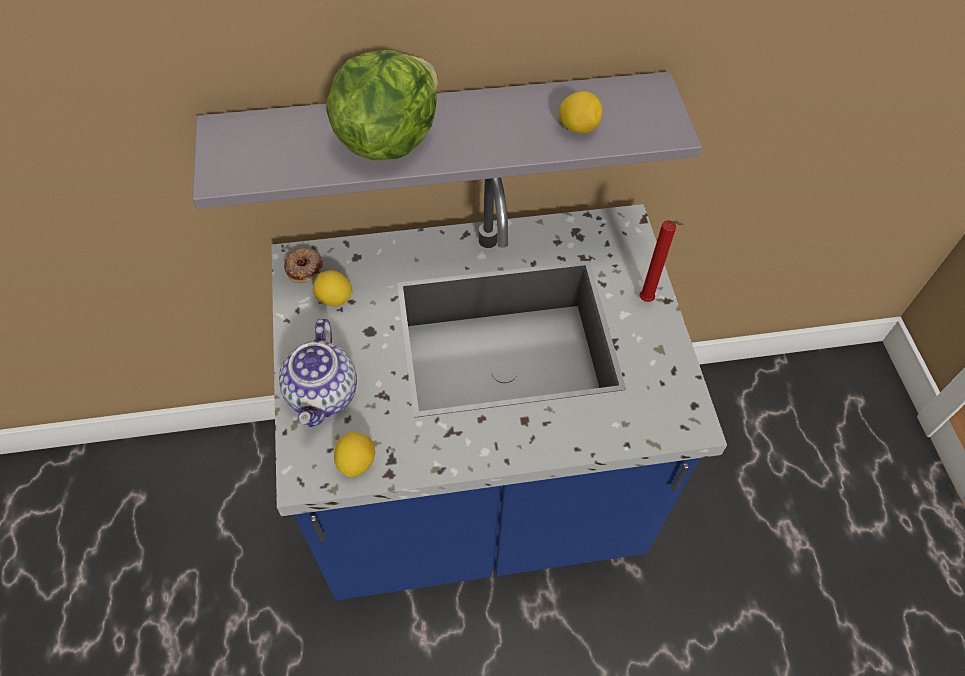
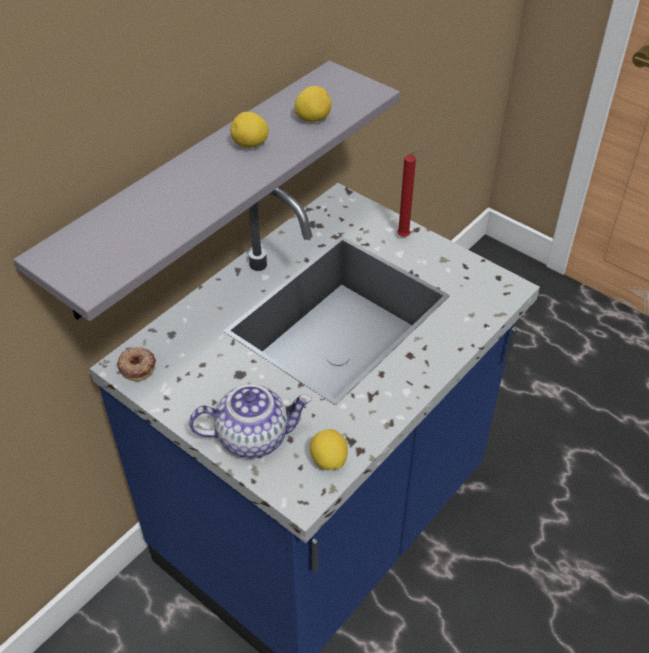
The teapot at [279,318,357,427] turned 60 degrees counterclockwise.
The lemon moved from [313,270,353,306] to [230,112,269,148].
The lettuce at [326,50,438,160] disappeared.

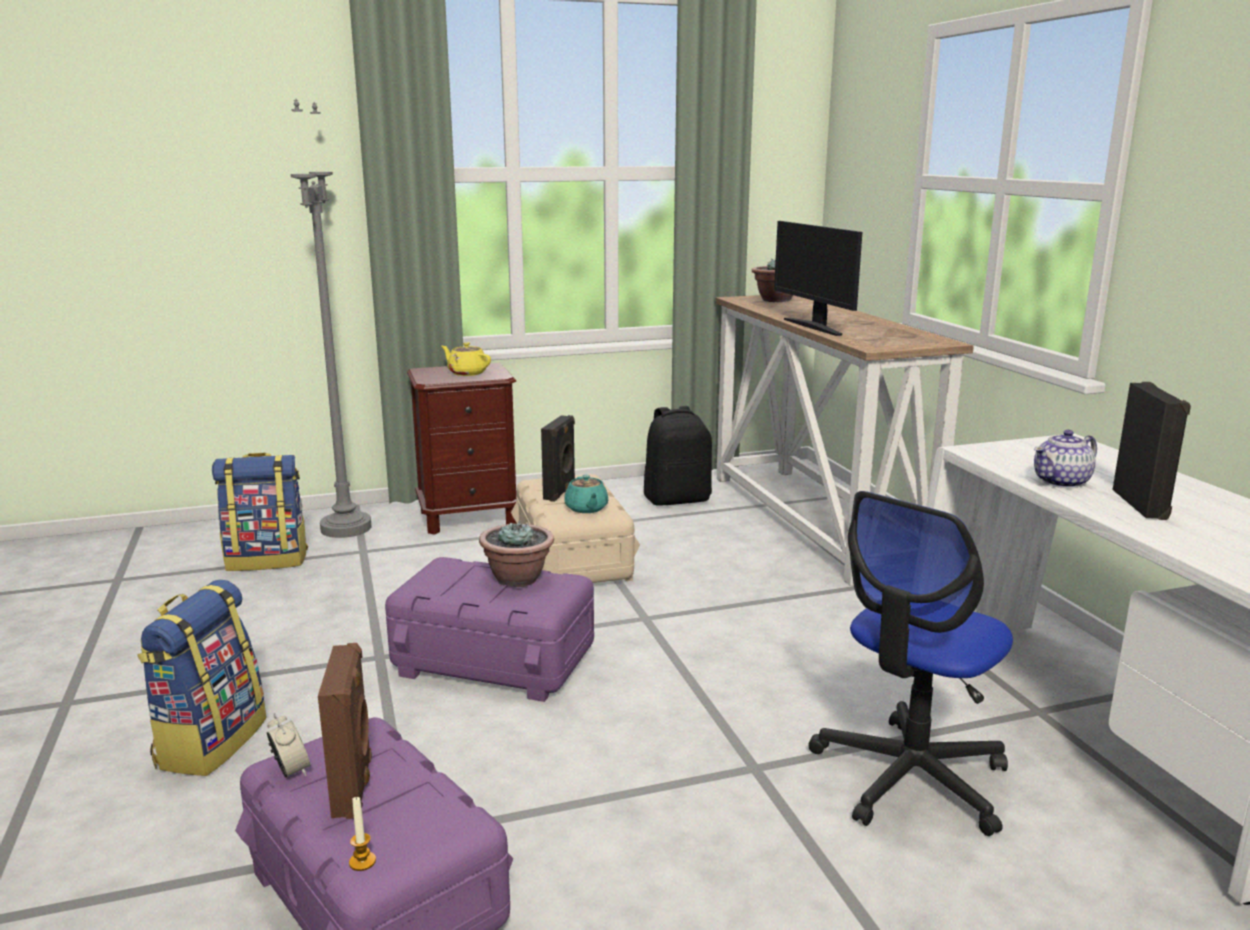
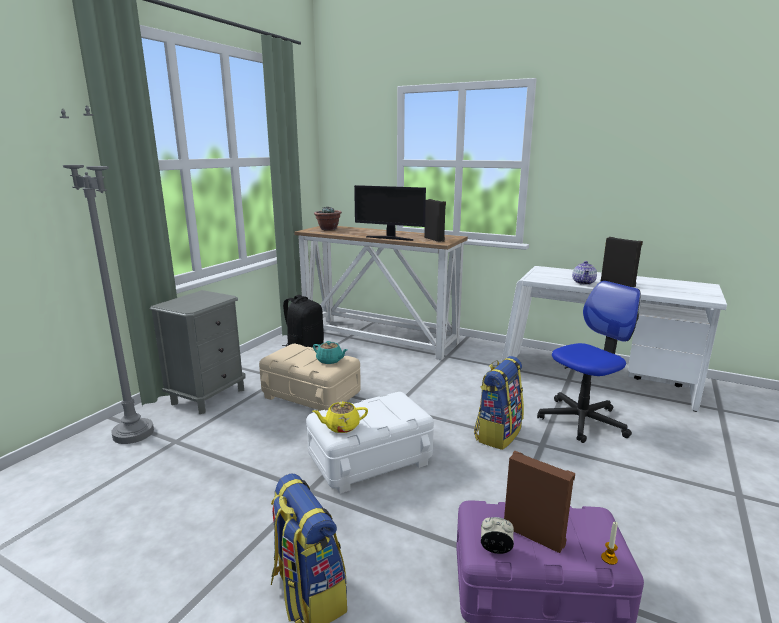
The backpack moved from [212,453,308,571] to [474,356,524,450].
The purple storage box at [385,557,594,702] became the white storage box at [306,392,434,494].
The brown nightstand at [407,363,517,535] became the grey nightstand at [150,290,246,414].
The yellow teapot moved from [441,342,491,376] to [312,402,368,433].
The potted plant at [479,520,554,587] disappeared.
The black speaker moved from [541,415,576,502] to [424,199,446,242].
The office chair at [808,491,1013,836] turned 120 degrees counterclockwise.

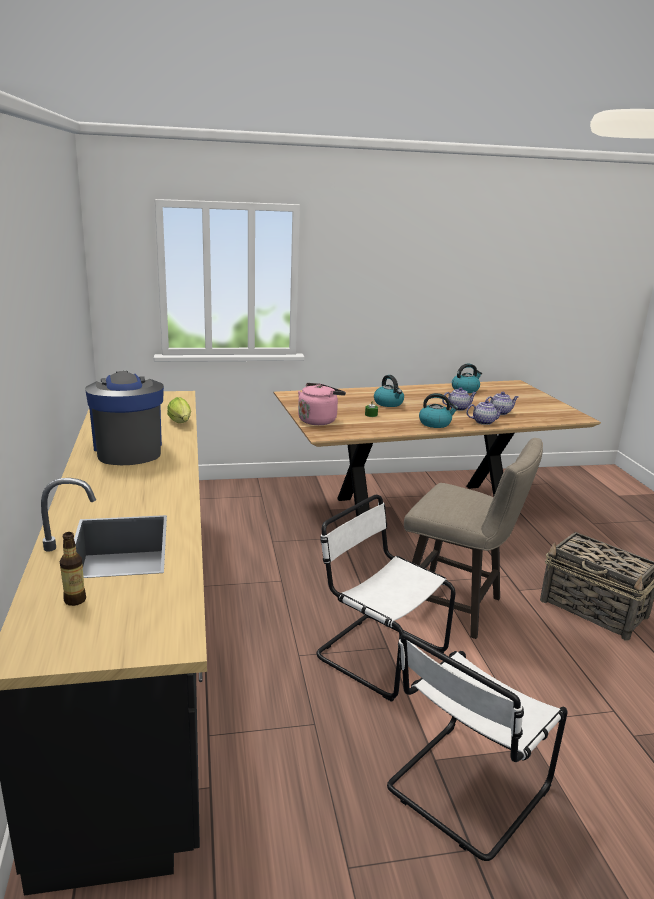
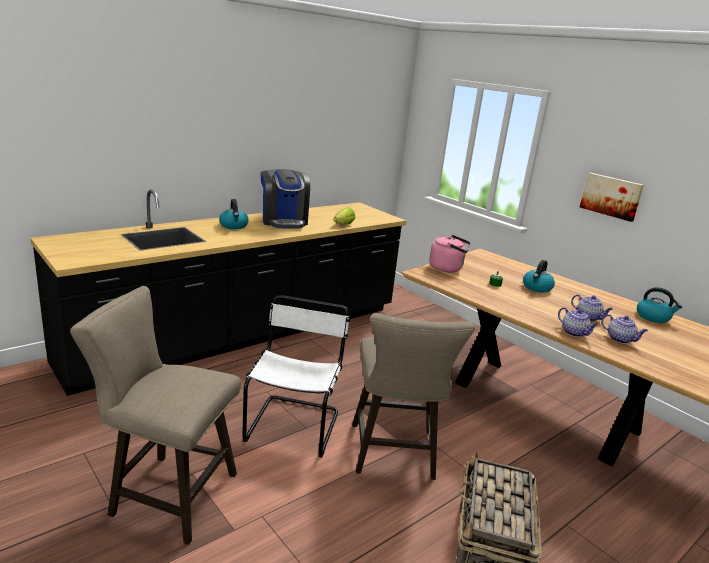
The bottle at [60,532,86,606] disappeared.
The coffee machine at [85,371,164,465] turned 120 degrees clockwise.
The white chair at [387,633,567,861] was replaced by the beige stool at [70,286,241,545].
The kettle moved from [419,393,458,428] to [219,199,249,229].
The picture at [580,173,644,222] appeared.

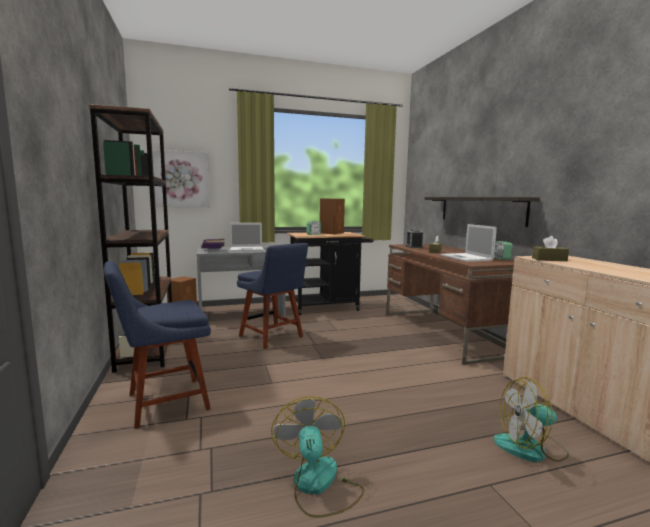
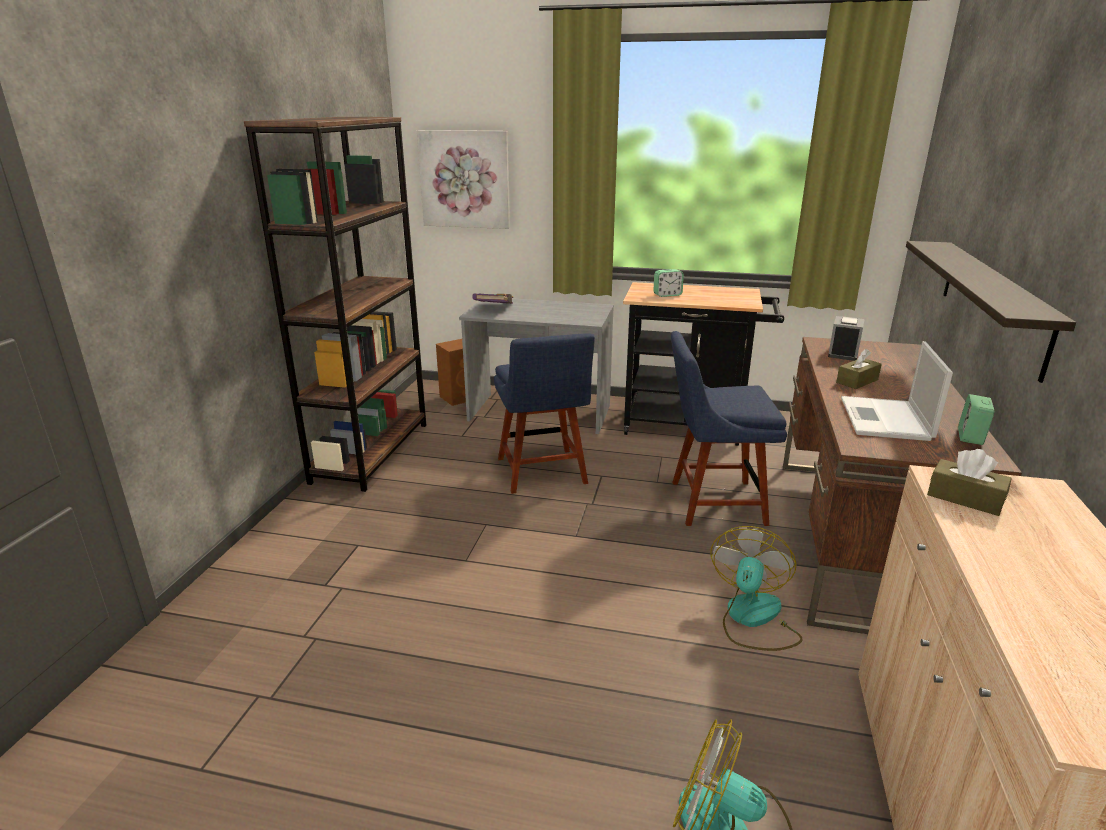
The blue chair moved from [104,261,211,429] to [671,331,787,526].
The laptop at [230,223,264,252] disappeared.
The fan moved from [271,396,364,518] to [711,526,803,651].
The brown speaker at [320,198,345,234] disappeared.

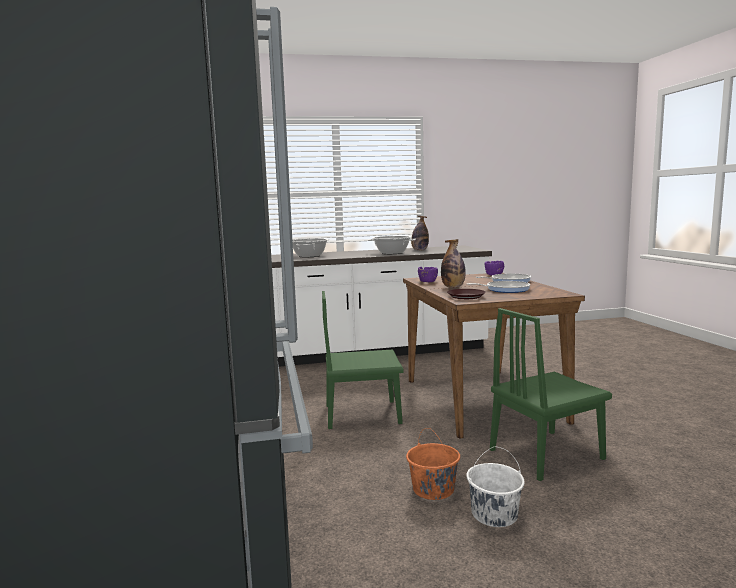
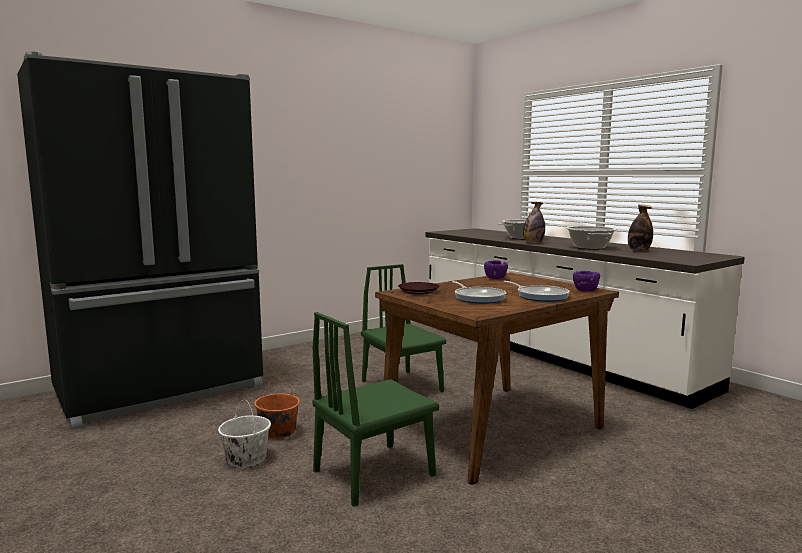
The bottle moved from [441,239,466,287] to [523,202,545,243].
The green chair at [490,308,612,481] turned 75 degrees counterclockwise.

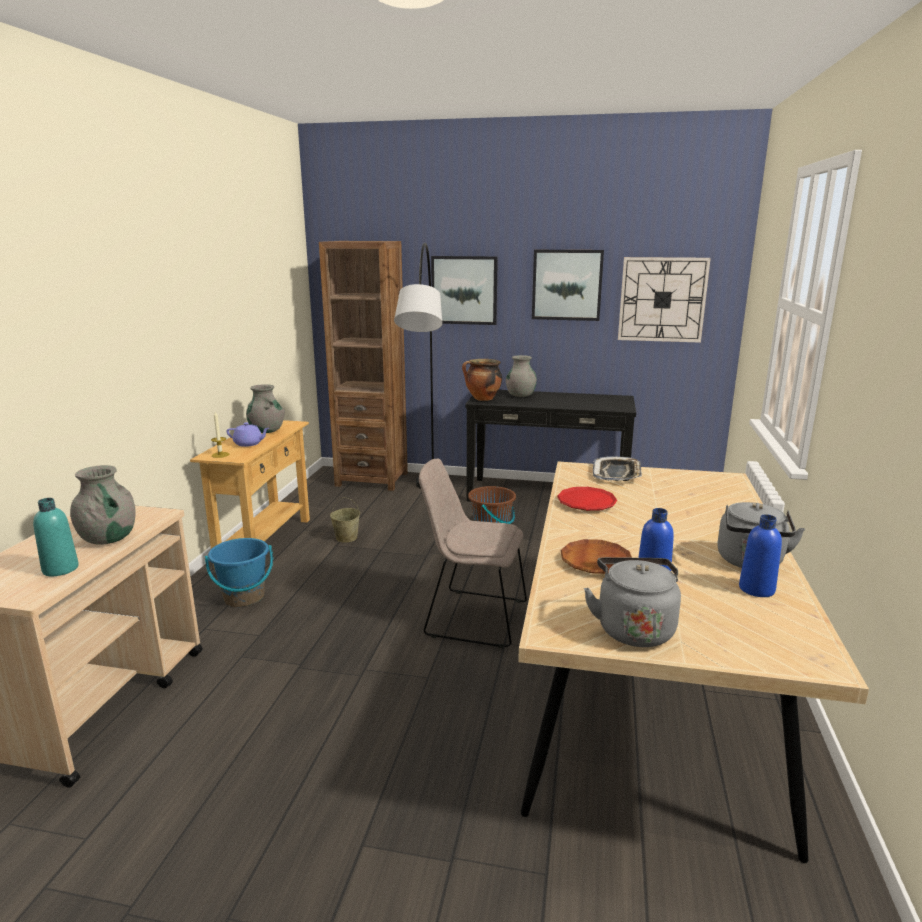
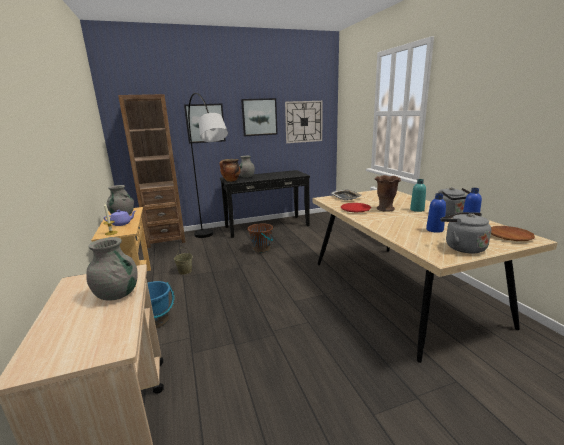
The turquoise bottle moved from [33,498,79,576] to [410,179,426,212].
The beige chair at [419,459,527,648] disappeared.
The brown plate moved from [561,539,632,574] to [491,226,535,241].
The brown vase at [375,175,401,212] appeared.

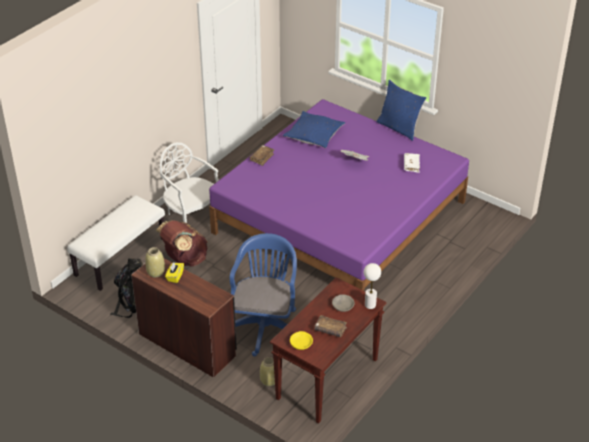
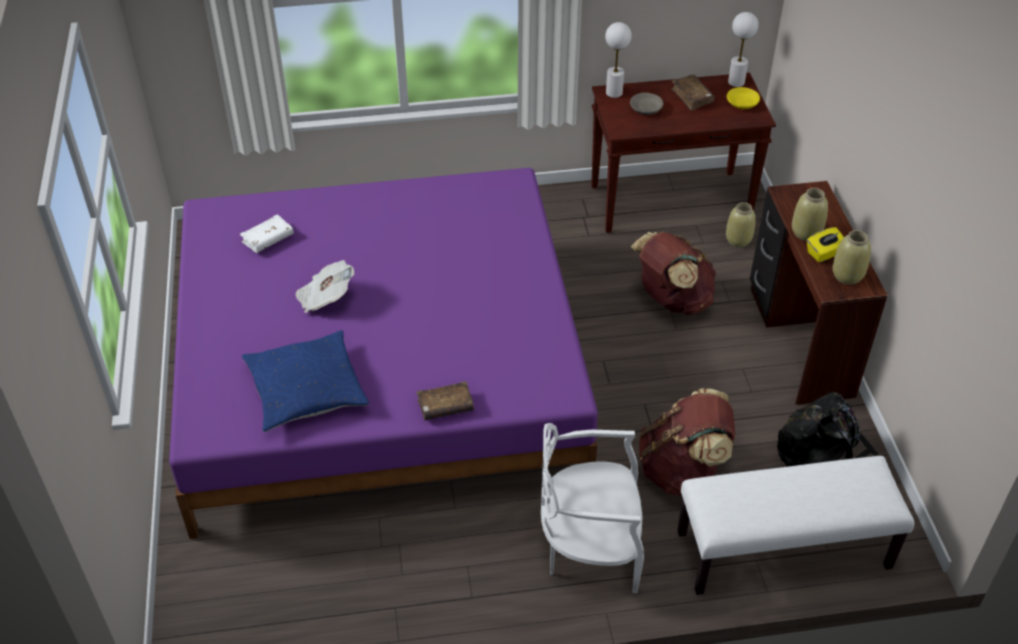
The white chair at [160,142,219,223] turned 90 degrees clockwise.
The blue office chair at [230,233,297,357] was replaced by the brown backpack at [631,232,717,315].
The blue pillow at [376,80,426,141] disappeared.
The white table lamp at [728,12,759,87] appeared.
The beige vase at [792,188,828,241] appeared.

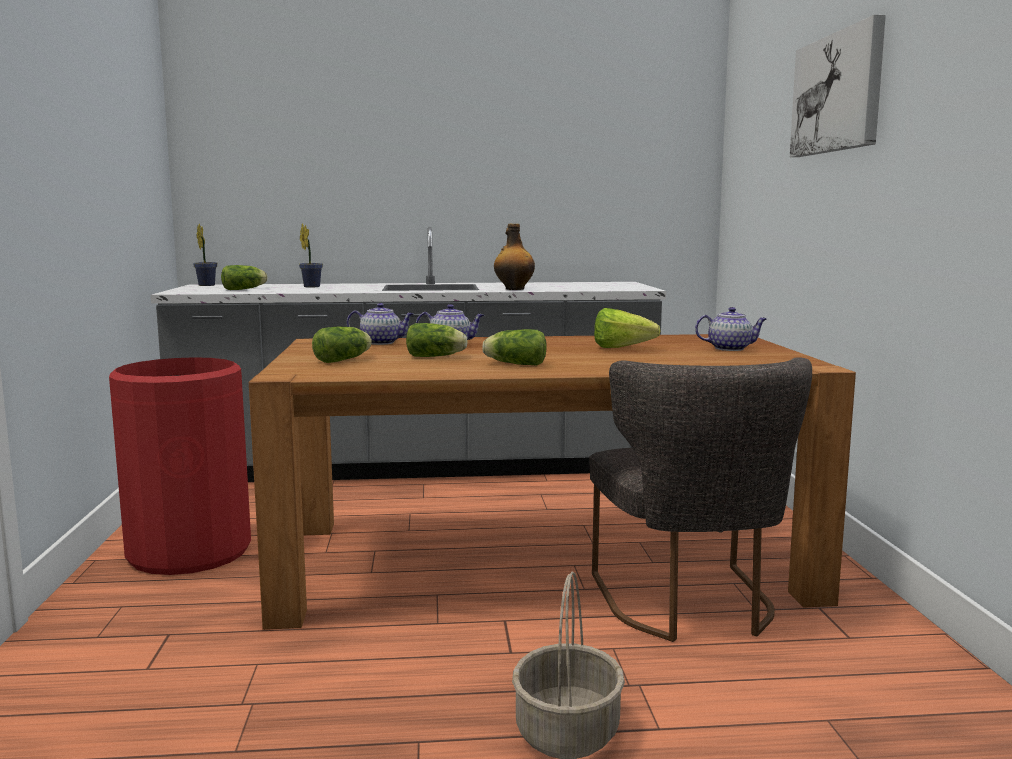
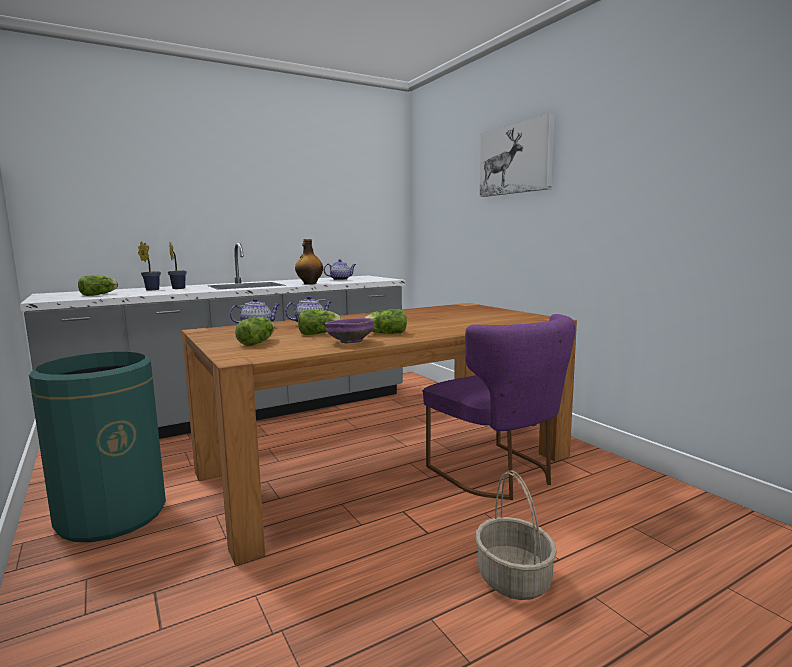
The red trash can at [109,357,251,575] became the green trash can at [29,352,166,542].
The potted plant moved from [193,223,217,286] to [168,242,187,289].
The grey chair at [589,357,812,642] became the purple chair at [423,314,576,500].
The lettuce at [594,308,660,348] disappeared.
The teapot moved from [695,307,767,351] to [324,259,356,280].
The purple bowl at [325,318,374,343] appeared.

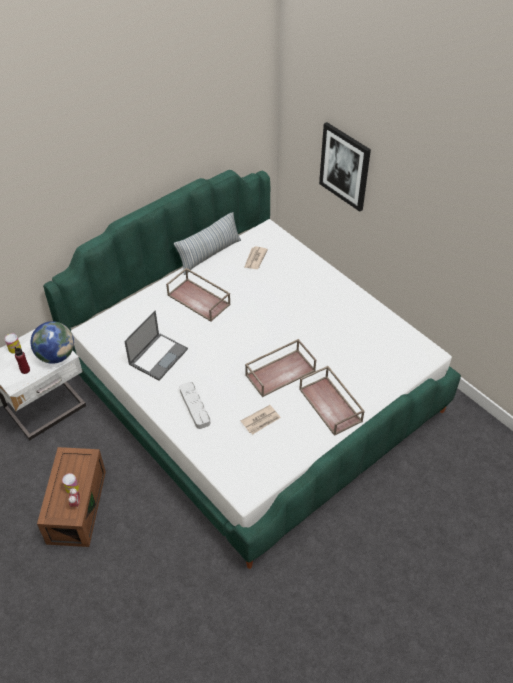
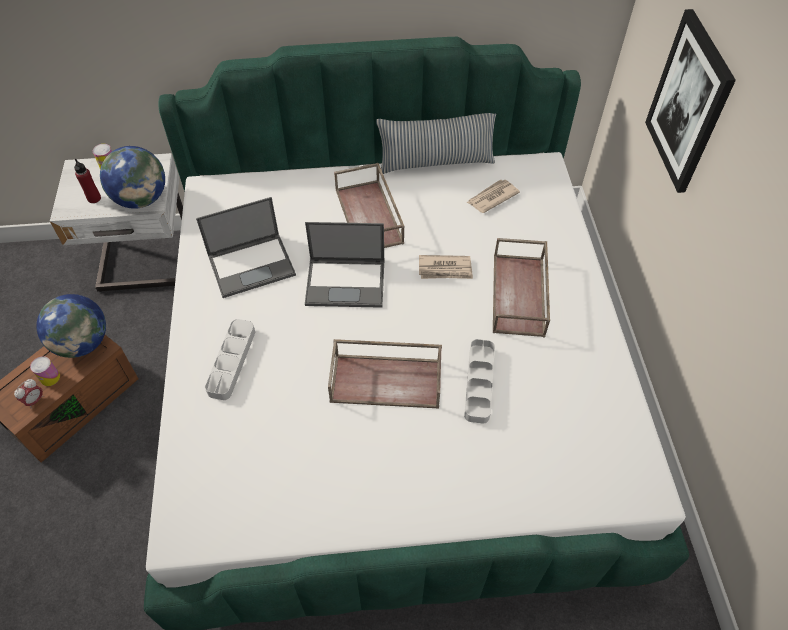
The newspaper moved from [241,405,281,435] to [419,255,473,279].
The brown tray moved from [299,366,365,436] to [493,238,550,337].
The globe at [36,294,106,358] appeared.
The laptop at [305,222,384,308] appeared.
The grey tray at [464,339,495,424] appeared.

